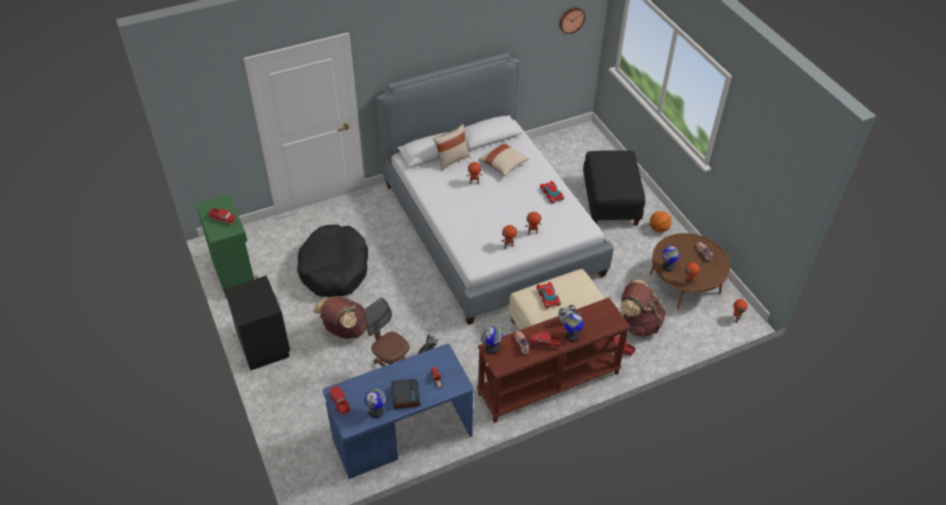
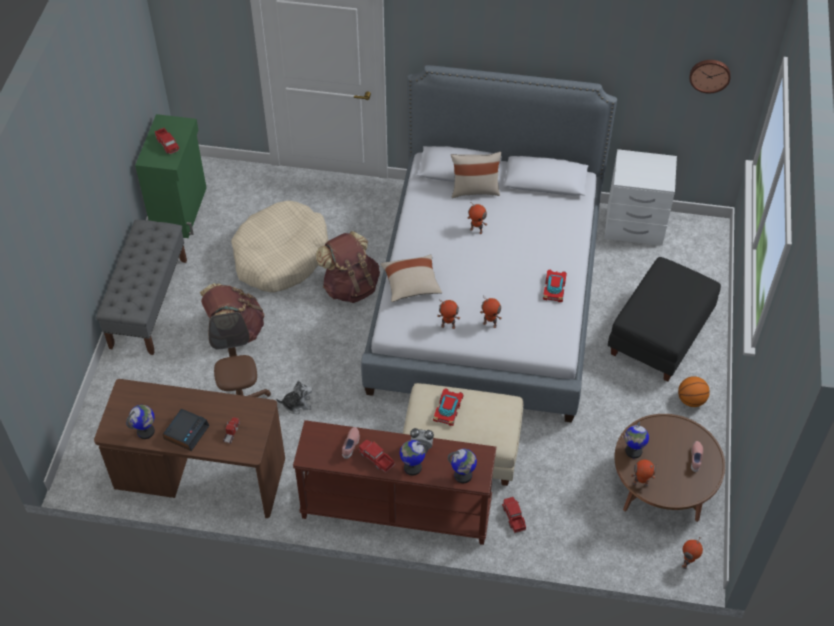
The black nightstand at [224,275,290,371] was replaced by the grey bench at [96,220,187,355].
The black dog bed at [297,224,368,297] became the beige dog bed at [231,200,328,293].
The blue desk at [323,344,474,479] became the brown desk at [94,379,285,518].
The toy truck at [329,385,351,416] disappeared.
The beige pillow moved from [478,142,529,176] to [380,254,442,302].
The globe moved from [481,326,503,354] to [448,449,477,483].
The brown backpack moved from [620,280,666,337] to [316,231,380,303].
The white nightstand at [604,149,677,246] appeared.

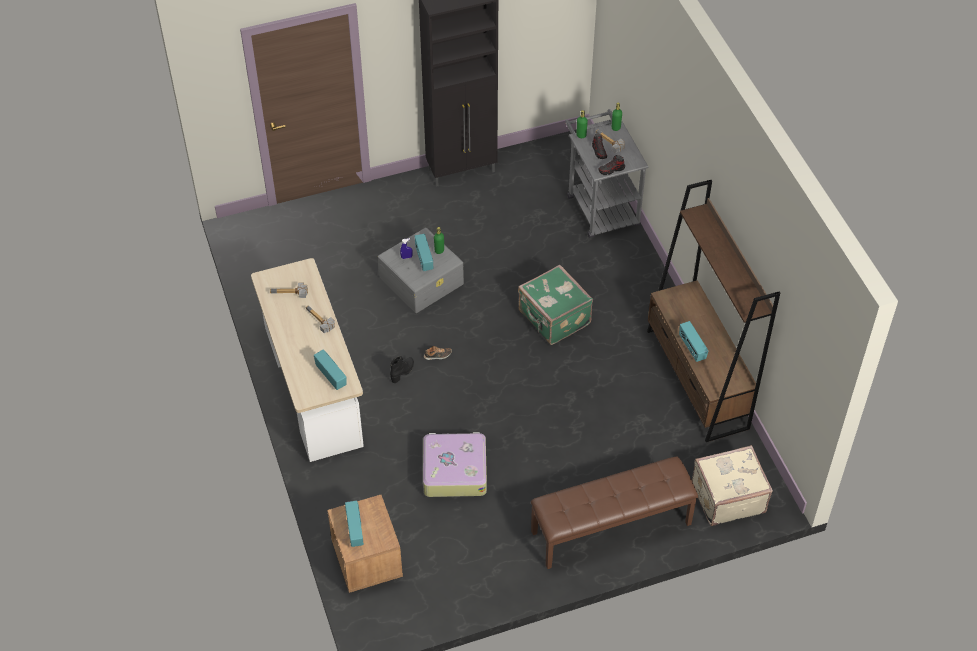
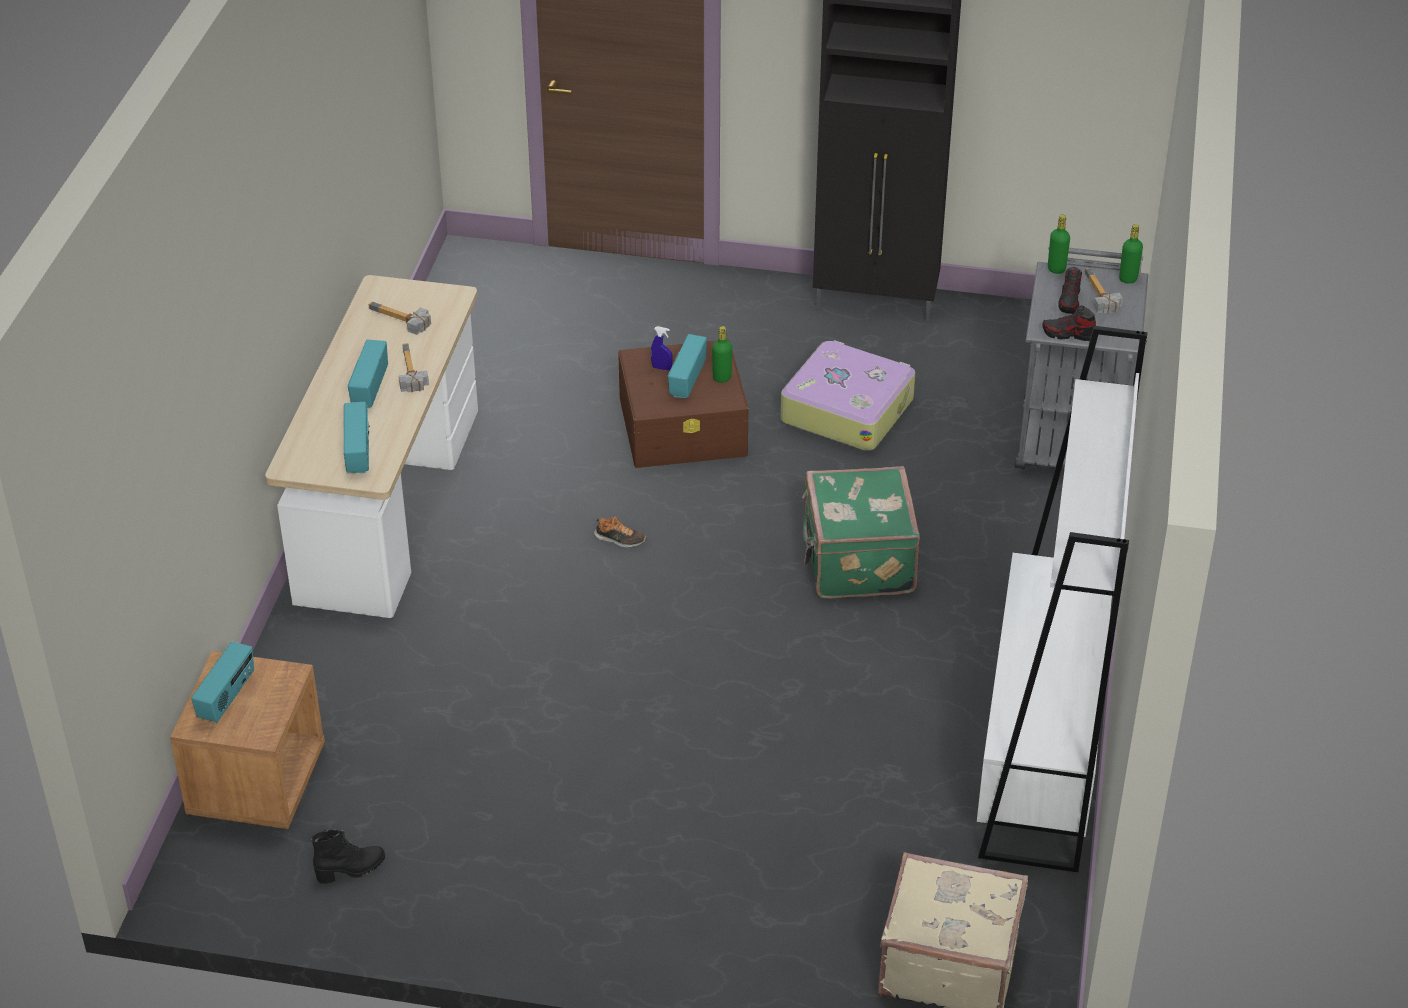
The grey storage box at [378,228,464,313] became the brown storage box at [618,340,749,468].
The black boot moved from [390,356,414,383] to [311,829,385,884].
The suitcase moved from [423,432,487,497] to [781,340,915,451].
The brown bench at [531,456,698,569] disappeared.
The brown bookcase at [647,180,780,442] became the white bookcase at [977,326,1147,872].
The radio moved from [679,321,708,362] to [348,340,388,408].

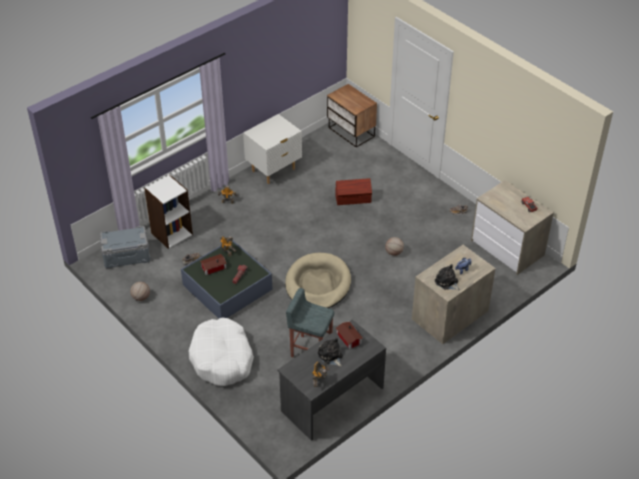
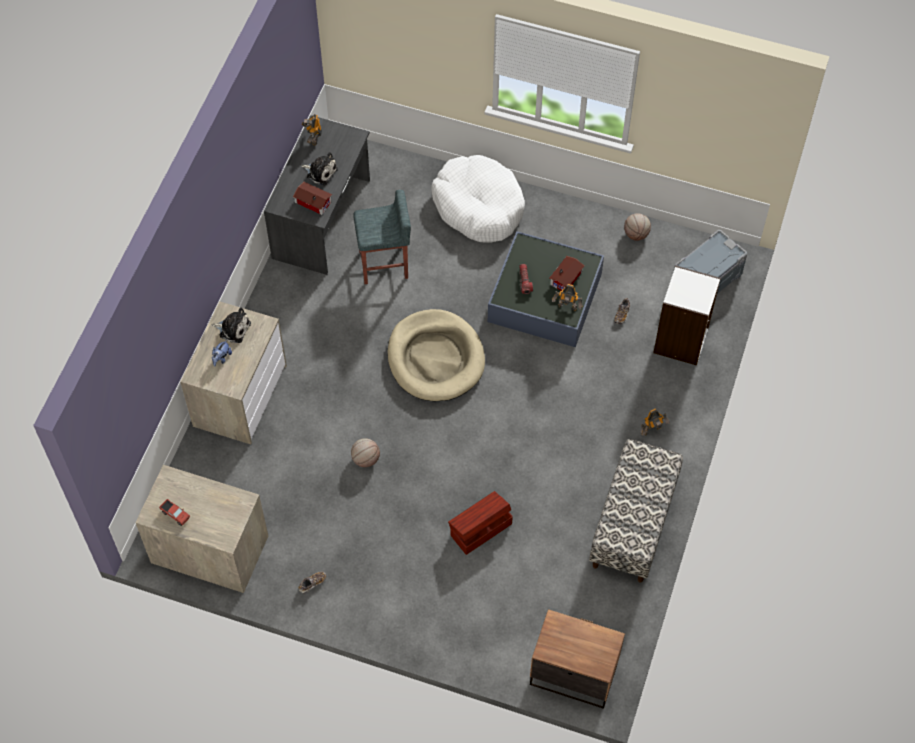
The white nightstand at [243,114,302,184] was replaced by the bench at [589,439,683,583].

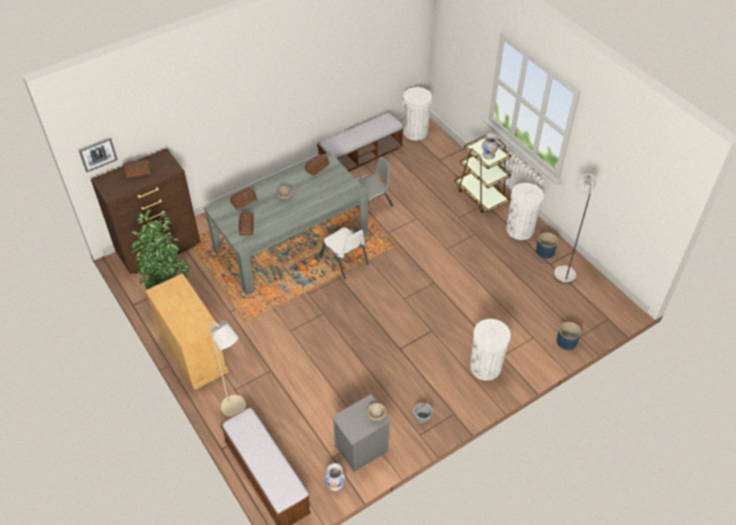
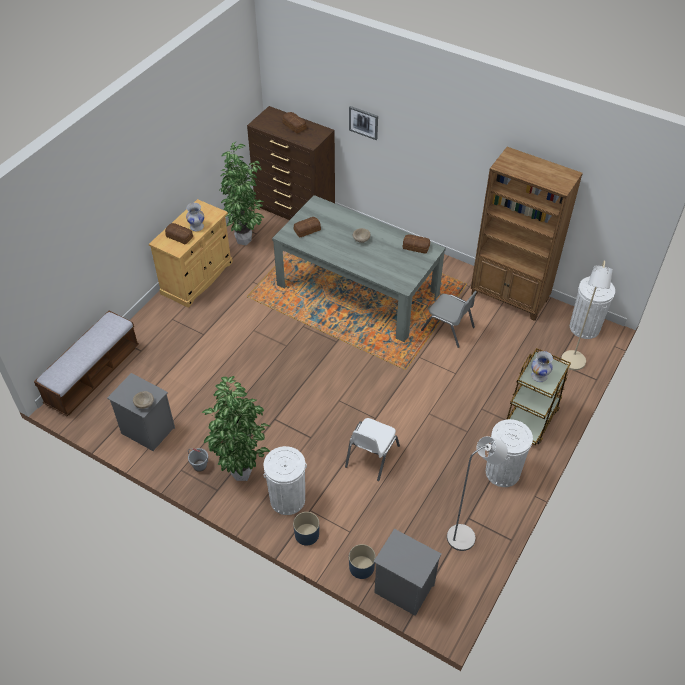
The picture moved from [79,137,118,172] to [349,106,378,140].
The beige floor lamp moved from [209,321,246,418] to [561,260,613,370].
The bread moved from [230,188,257,210] to [165,223,193,244].
The bench at [317,112,404,171] was replaced by the brown bookcase at [471,147,583,321].
The white chair moved from [320,227,369,279] to [345,418,400,481].
The white vase moved from [325,463,345,491] to [186,203,204,231].
The blue planter moved from [536,233,558,259] to [293,512,319,546].
The potted plant at [202,376,271,481] appeared.
The grey nightstand at [374,529,442,616] appeared.

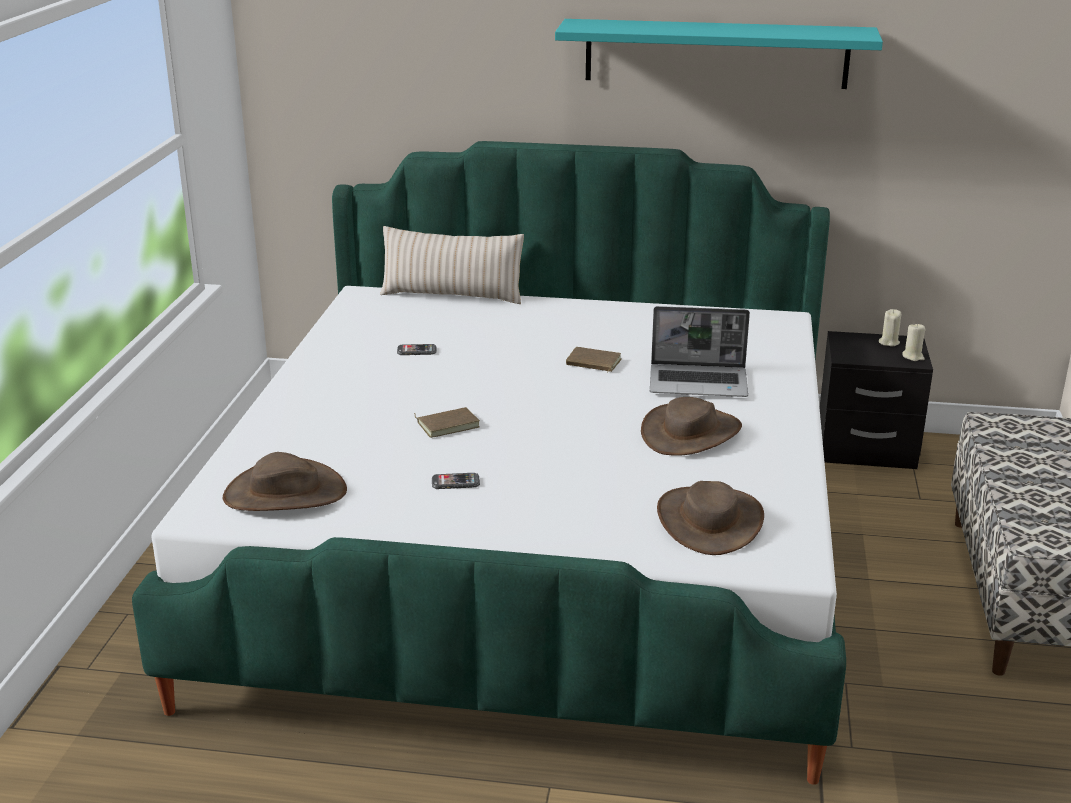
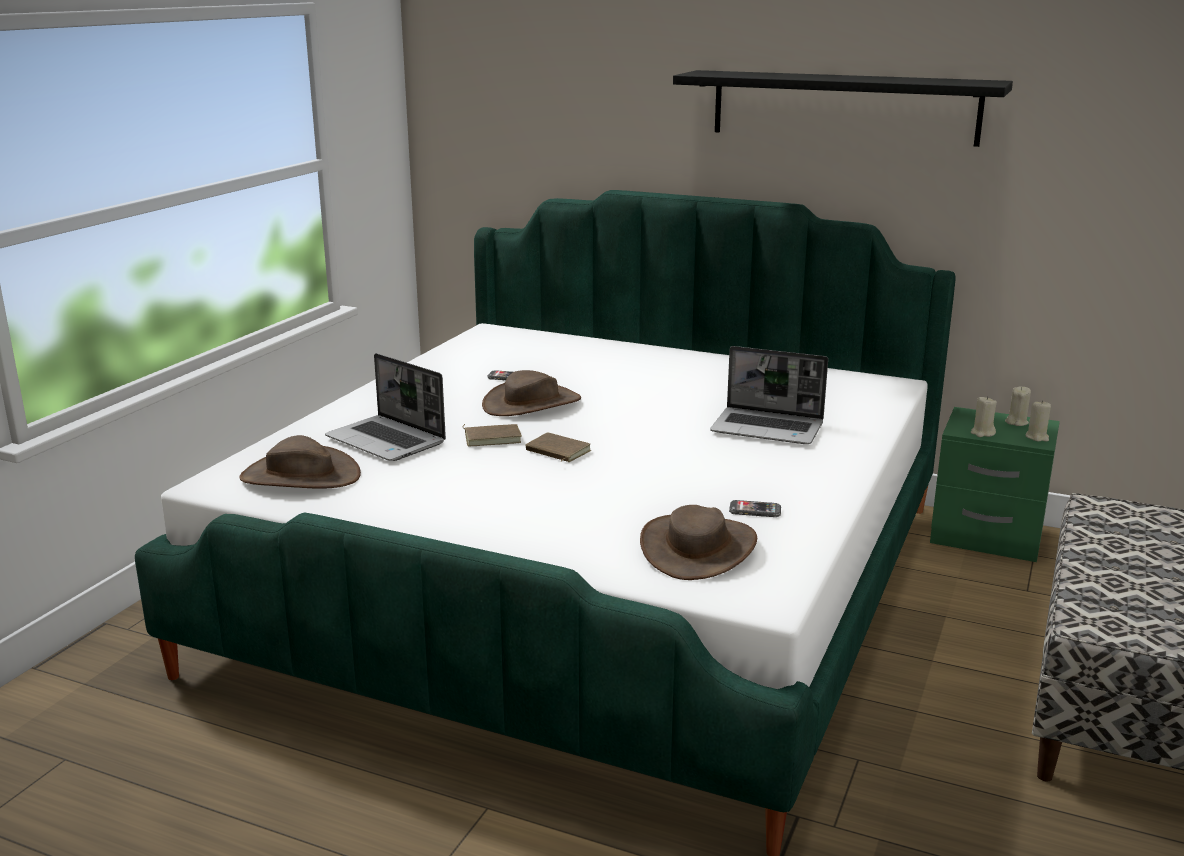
The beige pillow at [380,226,524,304] disappeared.
The phone moved from [432,473,480,489] to [729,500,781,517].
The turquoise shelf at [555,19,883,89] became the black shelf at [673,70,1013,147].
The brown book moved from [566,347,622,372] to [525,433,591,462].
The brown hat moved from [641,397,742,456] to [482,370,581,416].
The black nightstand at [819,331,933,469] became the green nightstand at [930,407,1060,562].
The laptop at [325,353,446,461] appeared.
The beige candle at [971,396,997,437] appeared.

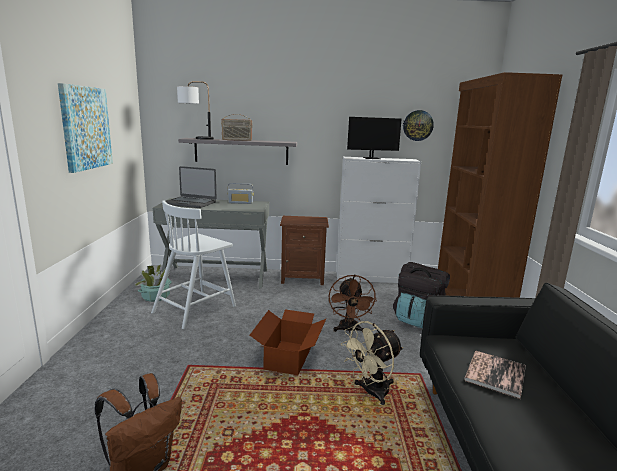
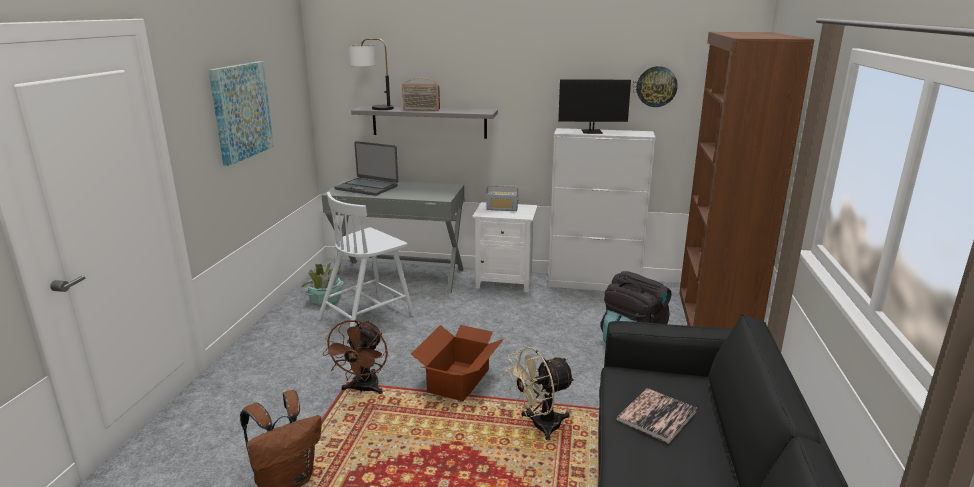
The radio moved from [228,183,254,204] to [486,185,519,211].
The brown nightstand at [280,216,329,285] became the white nightstand at [472,202,538,292].
The brown fan moved from [329,275,377,333] to [323,320,388,394].

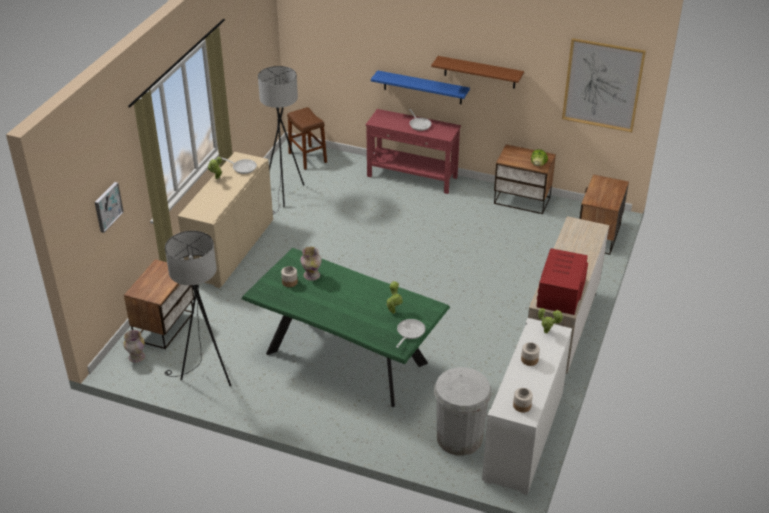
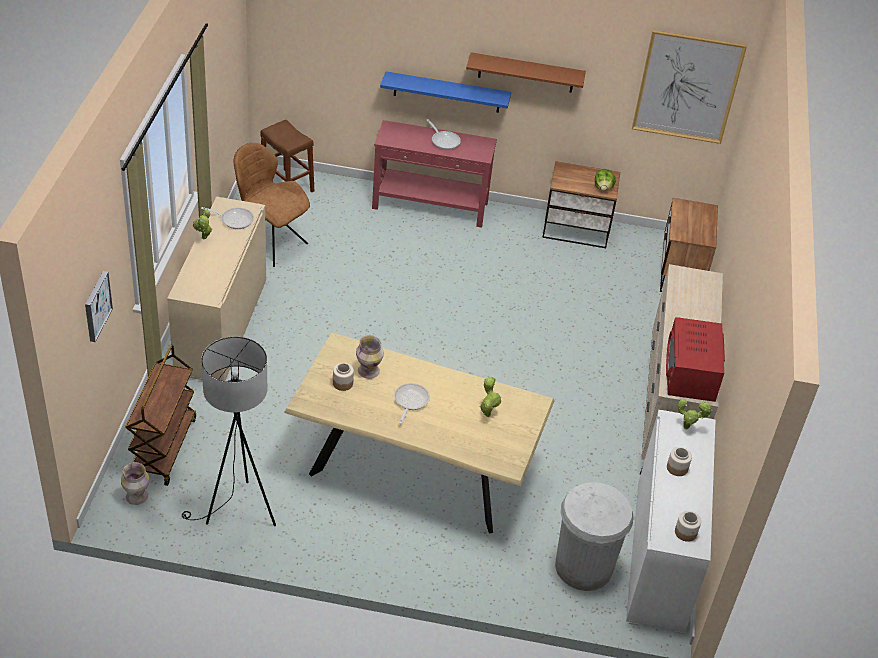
The nightstand at [124,259,194,349] was replaced by the brown cart at [125,345,196,486].
The green dining table at [242,248,450,407] became the beige dining table at [284,332,554,533].
The grey floor lamp at [258,66,304,214] was replaced by the brown chair at [234,143,310,267].
The frying pan moved from [396,319,425,348] to [394,383,430,424].

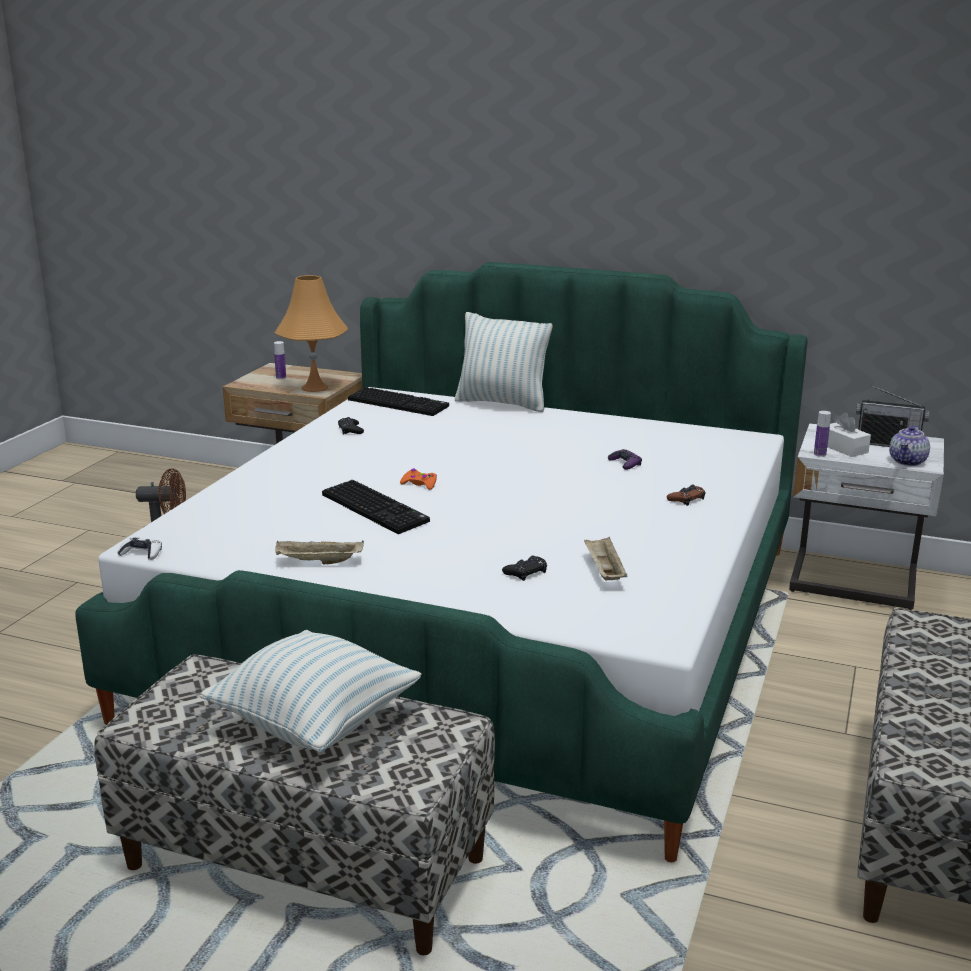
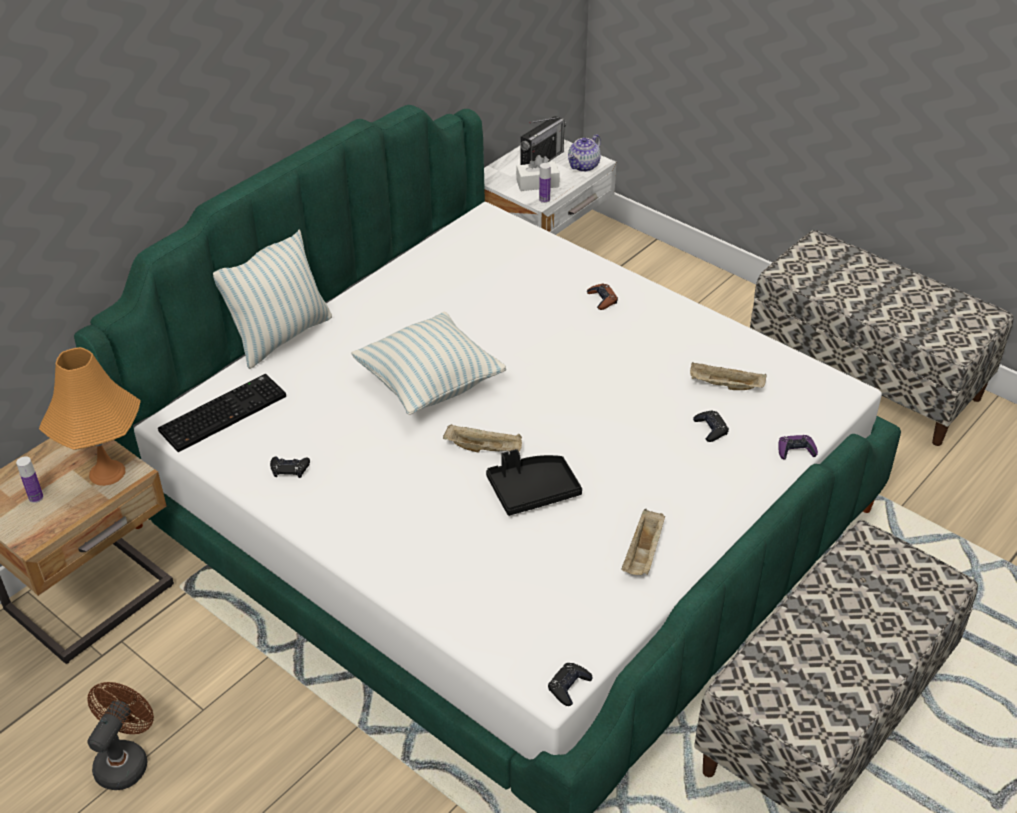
The white game controller at [117,537,162,560] became the black game controller at [548,663,593,706].
The pillow moved from [200,630,421,752] to [351,311,506,415].
The keyboard at [322,480,430,534] was replaced by the black tray at [486,449,582,516].
The orange game controller at [400,469,437,490] was replaced by the beige tray at [443,424,522,453].
The purple game controller moved from [608,449,642,470] to [778,435,818,459].
The teapot at [889,426,930,466] turned 75 degrees clockwise.

